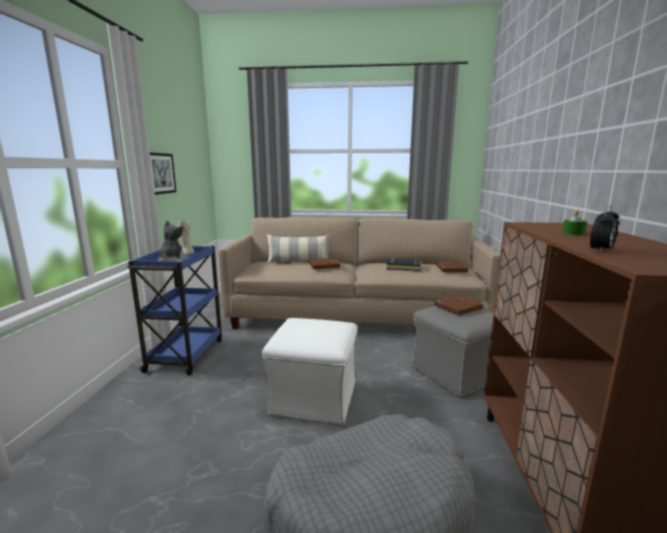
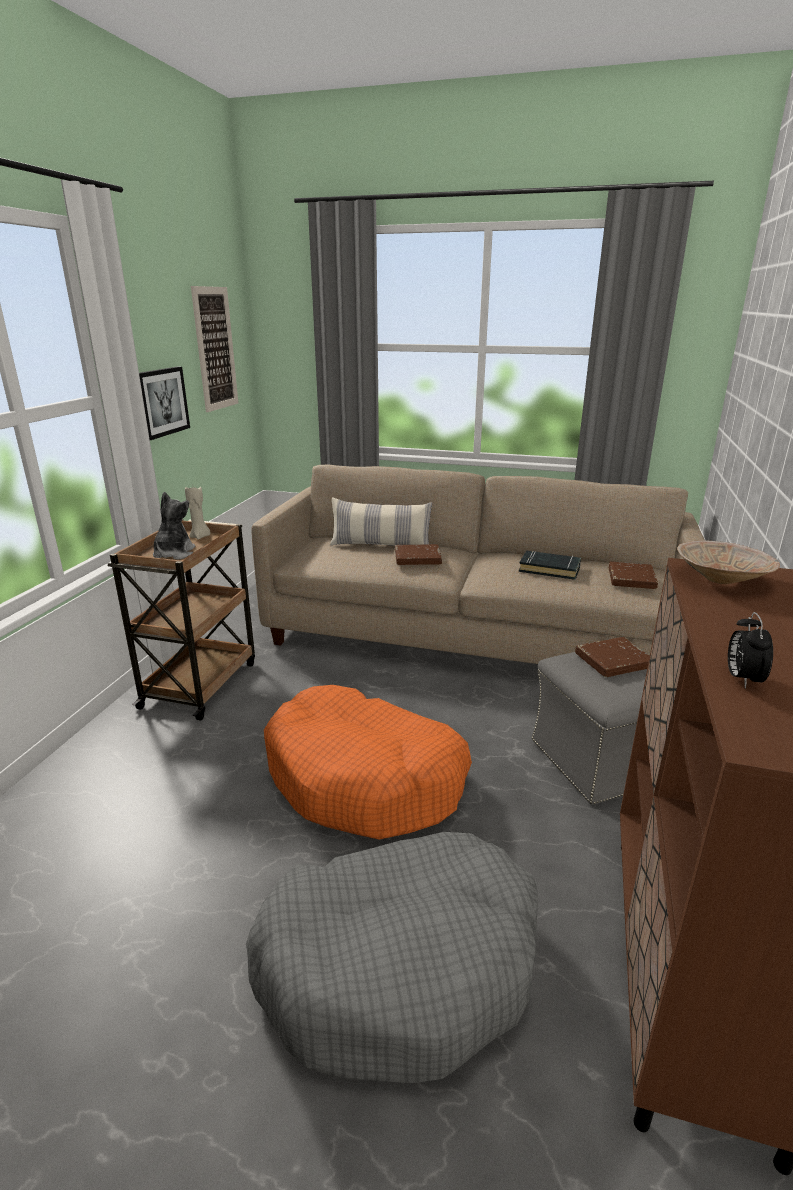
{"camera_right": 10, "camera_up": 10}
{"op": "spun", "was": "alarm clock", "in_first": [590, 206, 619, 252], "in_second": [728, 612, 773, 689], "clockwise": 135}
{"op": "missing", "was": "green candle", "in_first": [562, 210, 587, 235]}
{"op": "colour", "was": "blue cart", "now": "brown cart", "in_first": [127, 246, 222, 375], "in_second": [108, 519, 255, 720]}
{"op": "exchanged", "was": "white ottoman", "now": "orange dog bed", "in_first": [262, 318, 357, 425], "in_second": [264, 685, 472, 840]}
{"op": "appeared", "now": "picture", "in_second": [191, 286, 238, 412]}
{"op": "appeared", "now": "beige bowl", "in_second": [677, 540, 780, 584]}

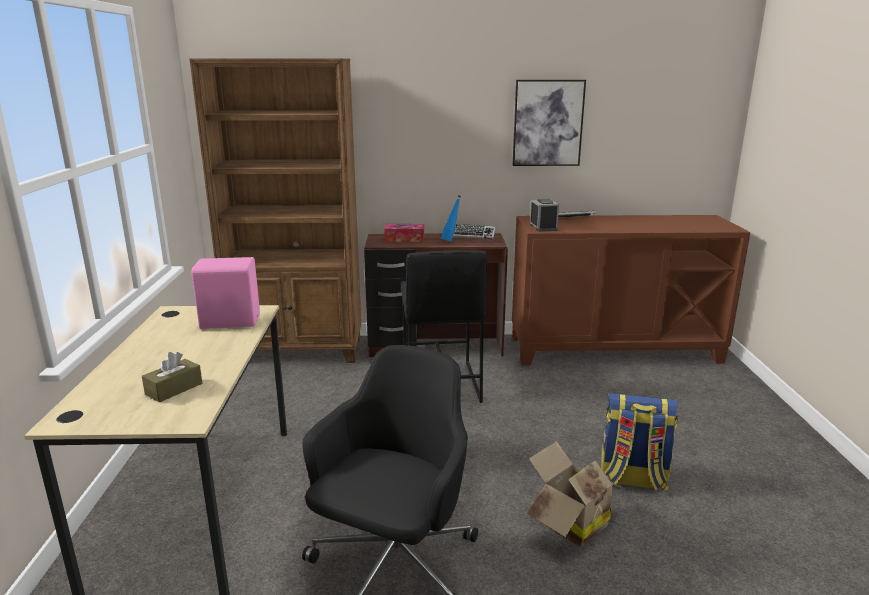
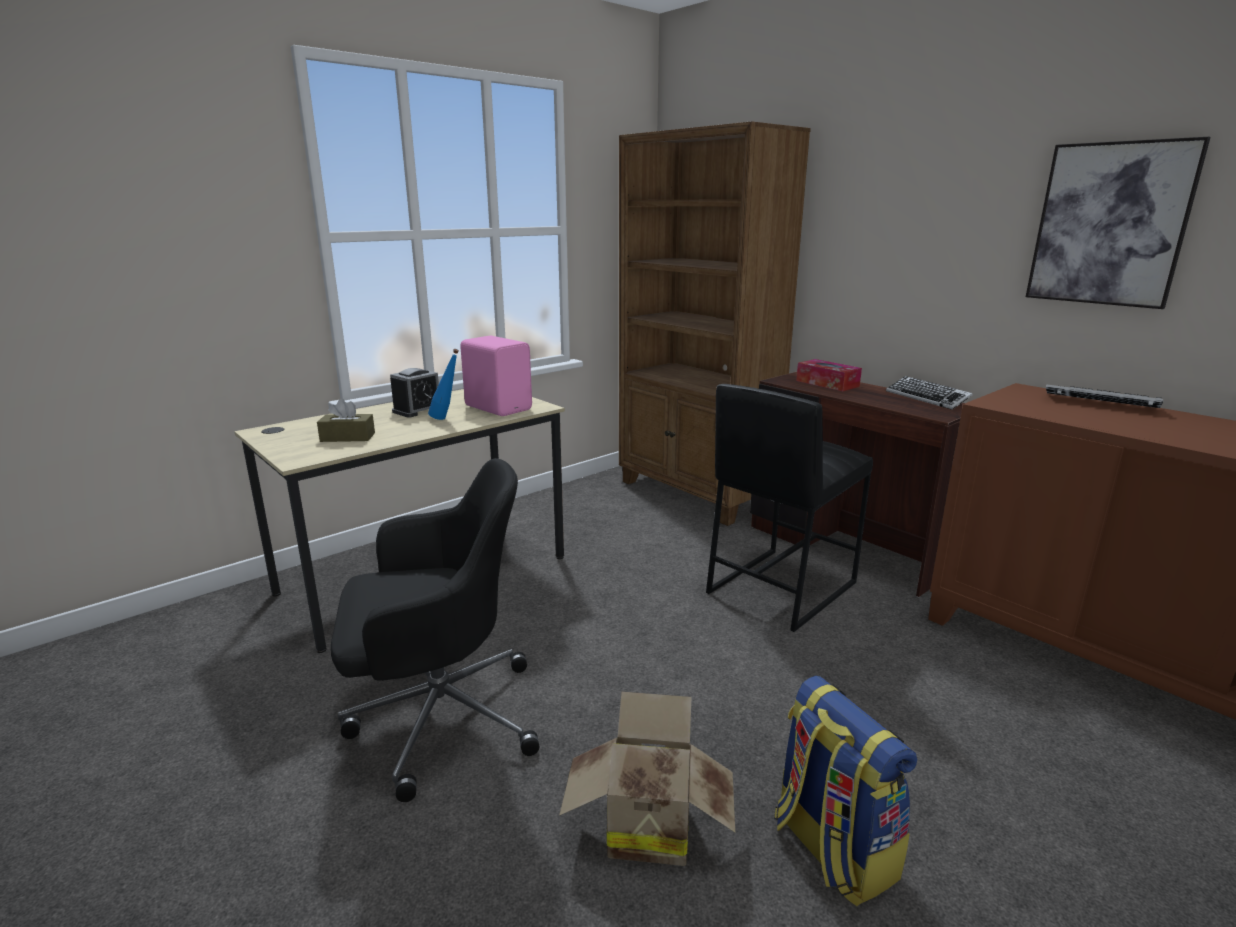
{"camera_right": 50, "camera_up": 0}
{"op": "relocated", "was": "blue bottle", "in_first": [441, 195, 461, 241], "in_second": [428, 349, 459, 420]}
{"op": "relocated", "was": "alarm clock", "in_first": [530, 199, 559, 232], "in_second": [390, 368, 439, 418]}

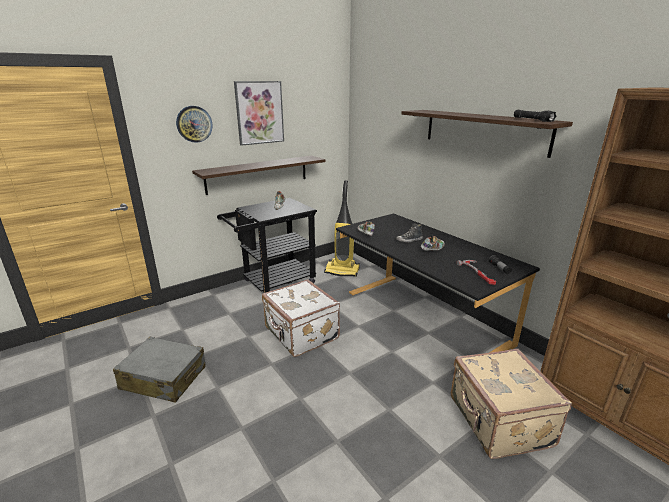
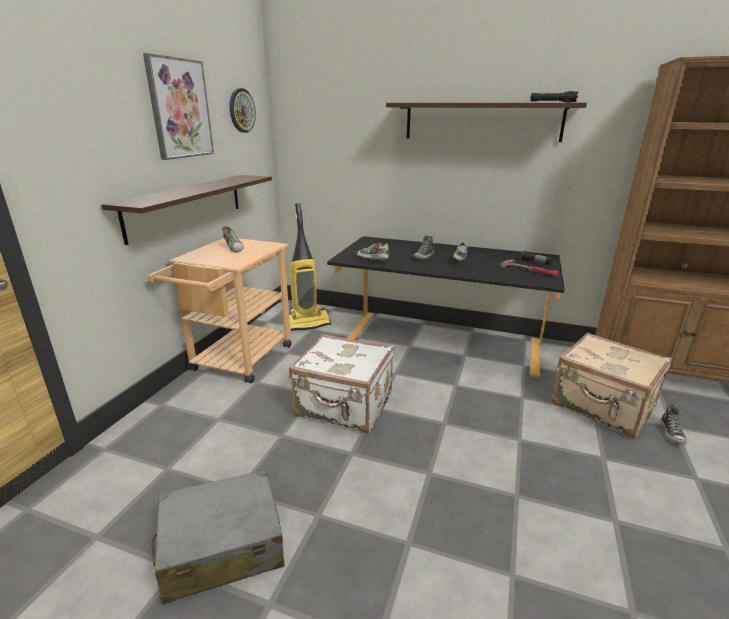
{"camera_right": -35, "camera_up": 0}
{"op": "relocated", "was": "wall clock", "in_first": [176, 106, 213, 143], "in_second": [229, 88, 256, 133]}
{"op": "colour", "was": "black cart", "now": "beige cart", "in_first": [217, 198, 317, 293], "in_second": [148, 238, 292, 384]}
{"op": "appeared", "now": "shoe", "in_second": [661, 403, 687, 444]}

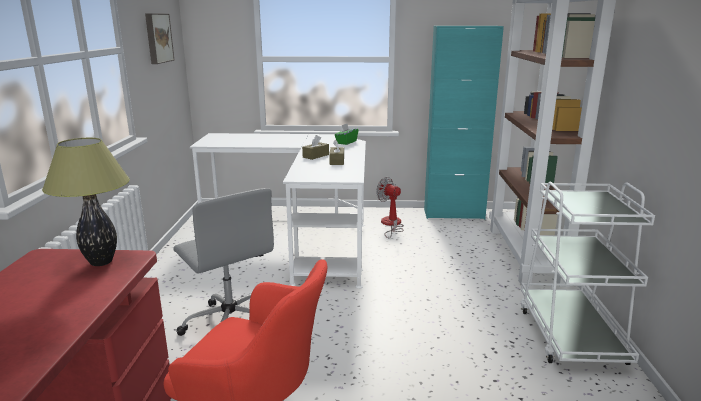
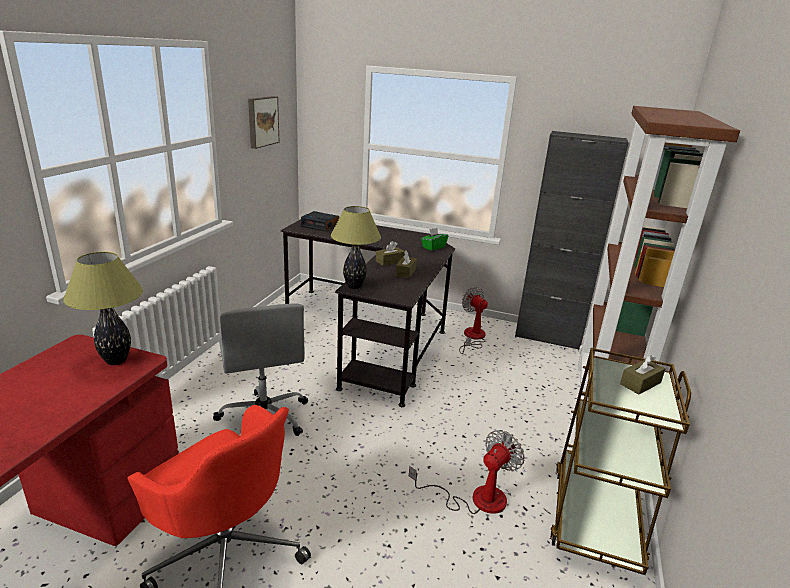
{"camera_right": 15, "camera_up": 5}
{"op": "colour", "was": "turquoise cabinet", "now": "black cabinet", "in_first": [424, 26, 504, 219], "in_second": [515, 131, 628, 350]}
{"op": "colour", "was": "white desk", "now": "black desk", "in_first": [190, 133, 366, 289], "in_second": [281, 219, 455, 407]}
{"op": "colour", "was": "white cart", "now": "brown cart", "in_first": [521, 182, 655, 365], "in_second": [550, 348, 691, 575]}
{"op": "appeared", "now": "table lamp", "in_second": [331, 206, 381, 289]}
{"op": "appeared", "now": "alarm clock", "in_second": [300, 211, 339, 231]}
{"op": "appeared", "now": "brown tissue box", "in_second": [620, 355, 665, 395]}
{"op": "appeared", "now": "fan", "in_second": [409, 430, 525, 514]}

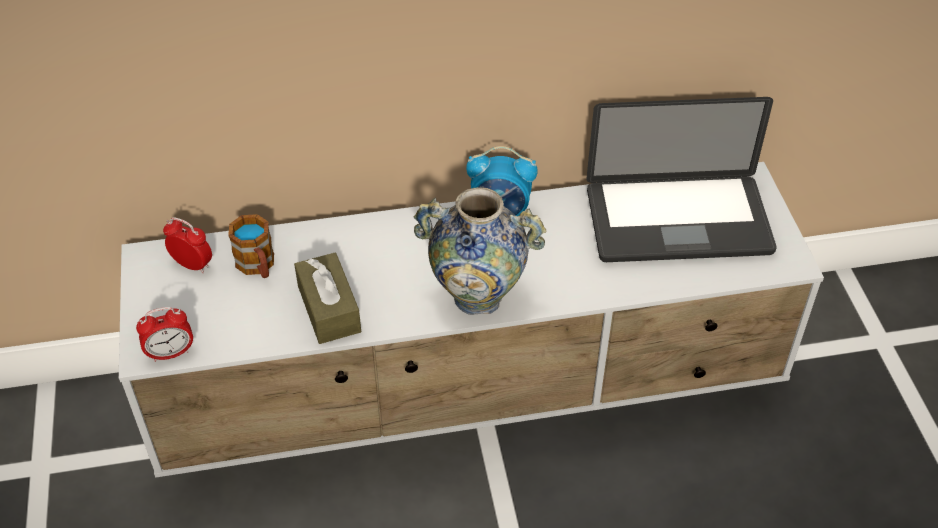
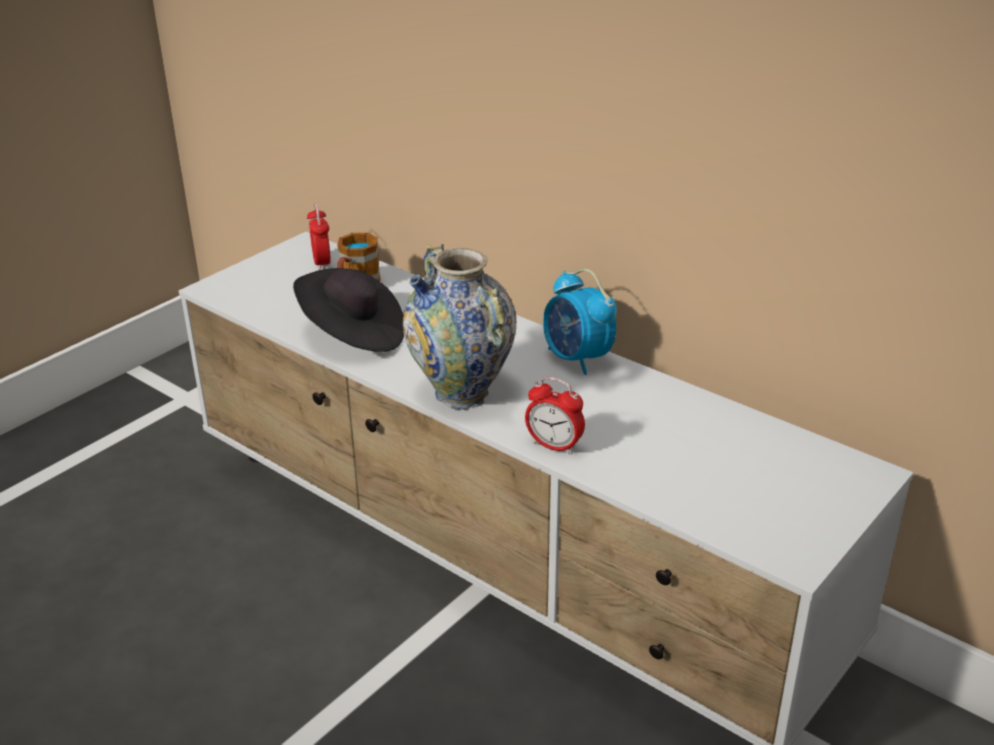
{"camera_right": 50, "camera_up": -15}
{"op": "missing", "was": "laptop", "in_first": [586, 97, 777, 262]}
{"op": "exchanged", "was": "brown tissue box", "now": "black hat", "in_first": [294, 253, 361, 344], "in_second": [293, 268, 404, 352]}
{"op": "relocated", "was": "alarm clock", "in_first": [136, 307, 193, 362], "in_second": [525, 377, 585, 455]}

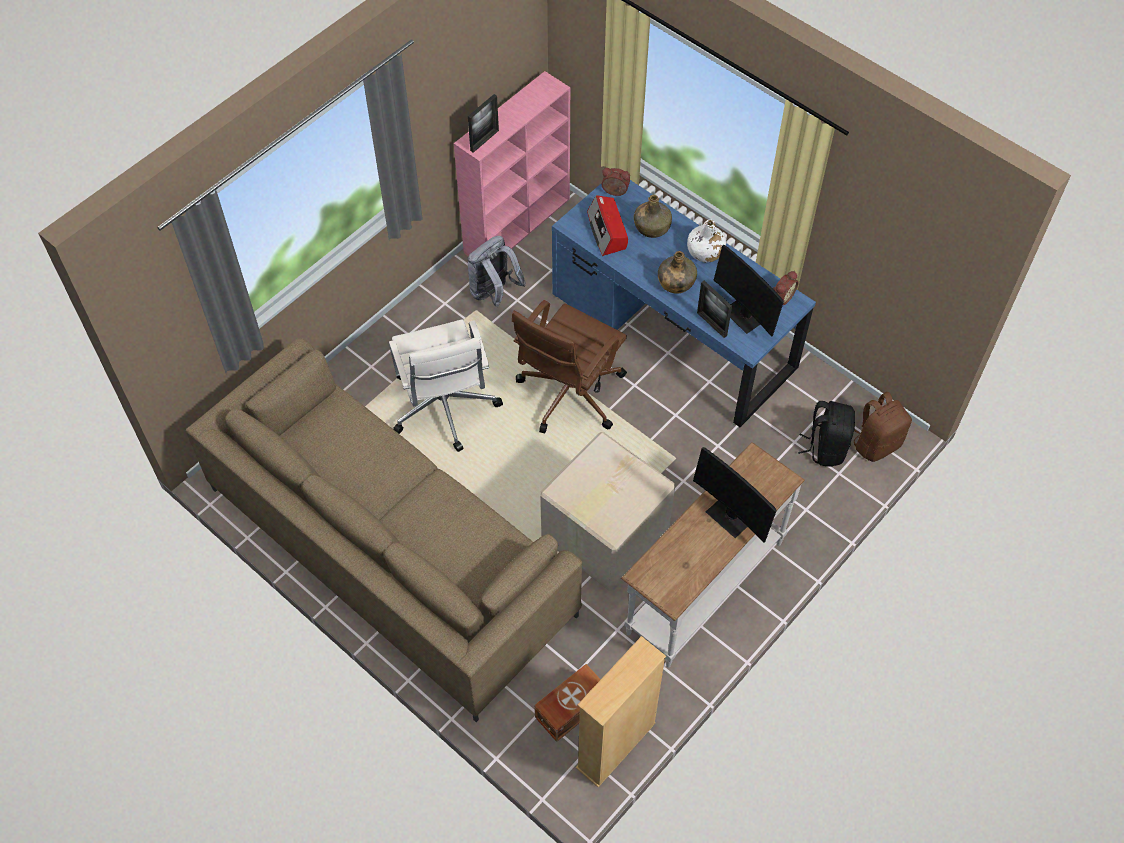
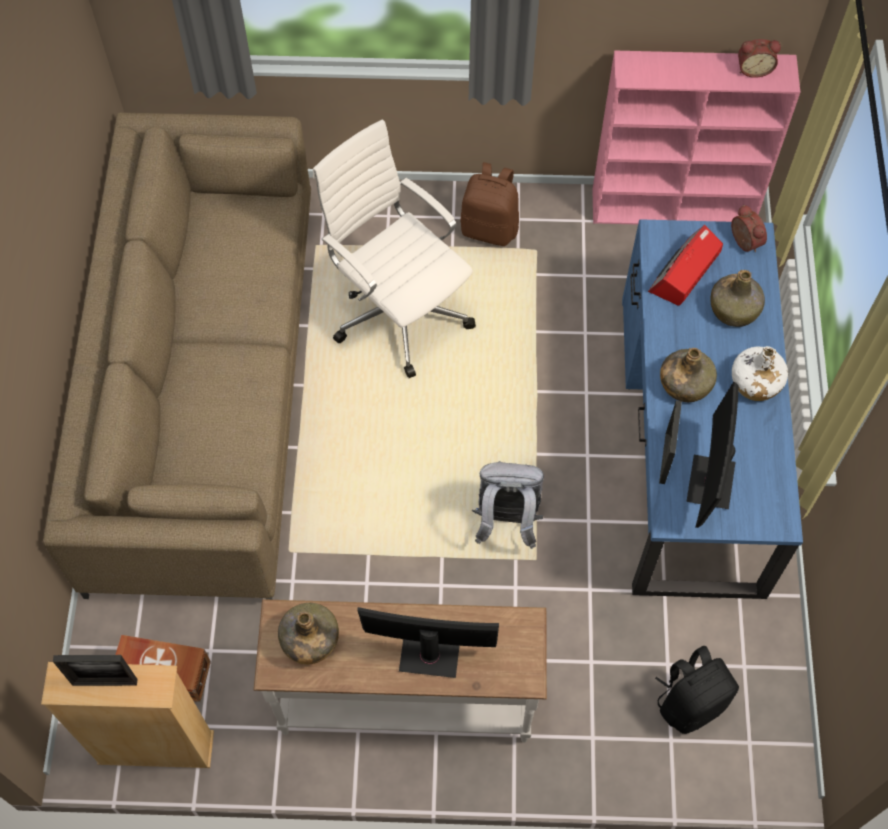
{"camera_right": 50, "camera_up": 5}
{"op": "relocated", "was": "picture frame", "in_first": [468, 94, 499, 153], "in_second": [53, 655, 138, 686]}
{"op": "relocated", "was": "grey backpack", "in_first": [468, 236, 526, 307], "in_second": [472, 461, 544, 549]}
{"op": "relocated", "was": "alarm clock", "in_first": [773, 271, 799, 305], "in_second": [738, 39, 781, 78]}
{"op": "missing", "was": "brown office chair", "in_first": [512, 300, 627, 433]}
{"op": "spun", "was": "white office chair", "in_first": [389, 319, 503, 452], "in_second": [313, 120, 476, 378], "clockwise": 105}
{"op": "relocated", "was": "brown backpack", "in_first": [854, 392, 912, 462], "in_second": [461, 162, 519, 246]}
{"op": "missing", "was": "cardboard box", "in_first": [540, 432, 675, 591]}
{"op": "spun", "was": "monitor", "in_first": [693, 447, 777, 543], "in_second": [357, 607, 499, 678], "clockwise": 90}
{"op": "appeared", "now": "green bottle", "in_second": [278, 603, 339, 664]}

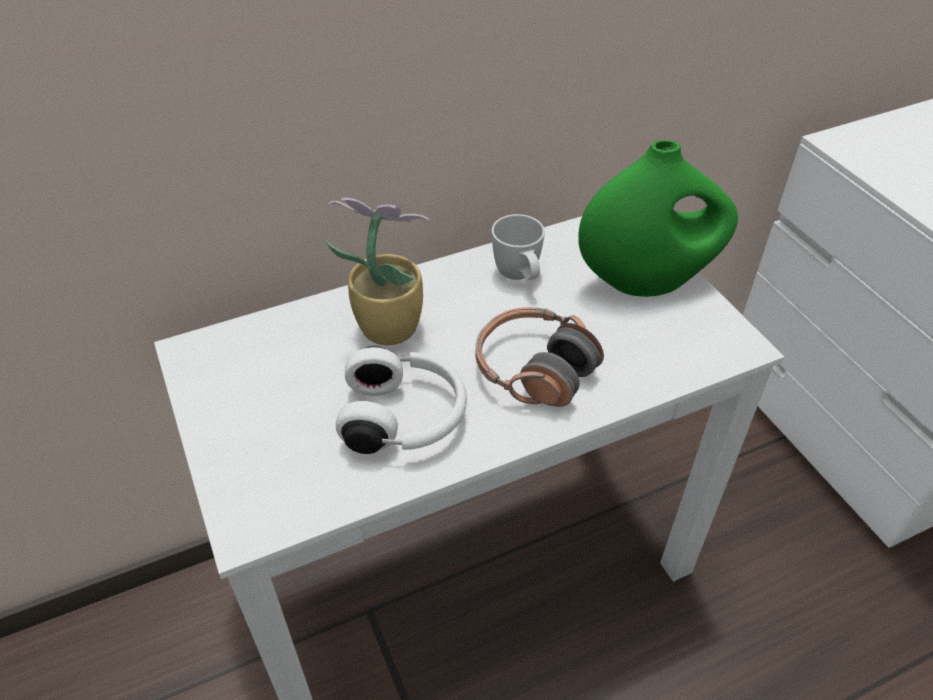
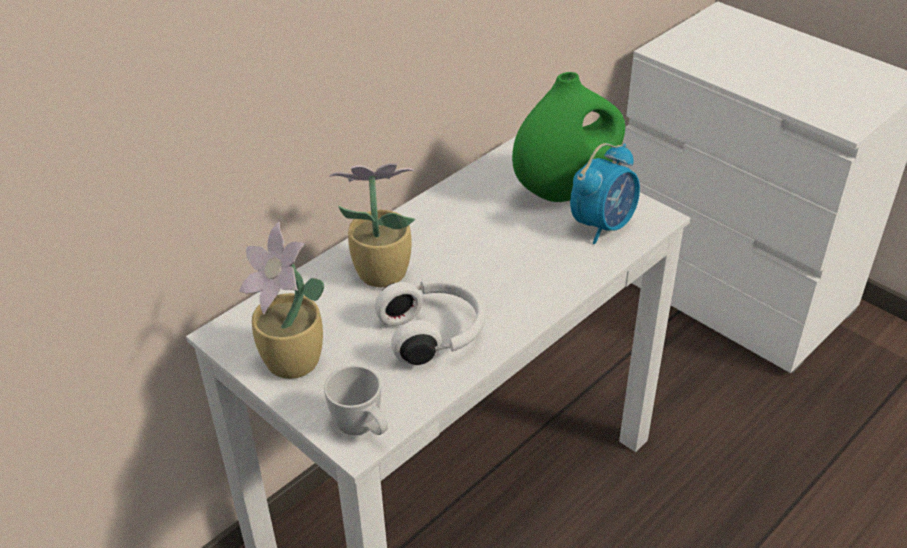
{"camera_right": -20, "camera_up": -5}
{"op": "relocated", "was": "white mug", "in_first": [492, 214, 545, 280], "in_second": [324, 365, 388, 435]}
{"op": "missing", "was": "headphones", "in_first": [475, 307, 604, 407]}
{"op": "appeared", "now": "alarm clock", "in_second": [570, 143, 640, 244]}
{"op": "appeared", "now": "potted plant", "in_second": [239, 222, 324, 379]}

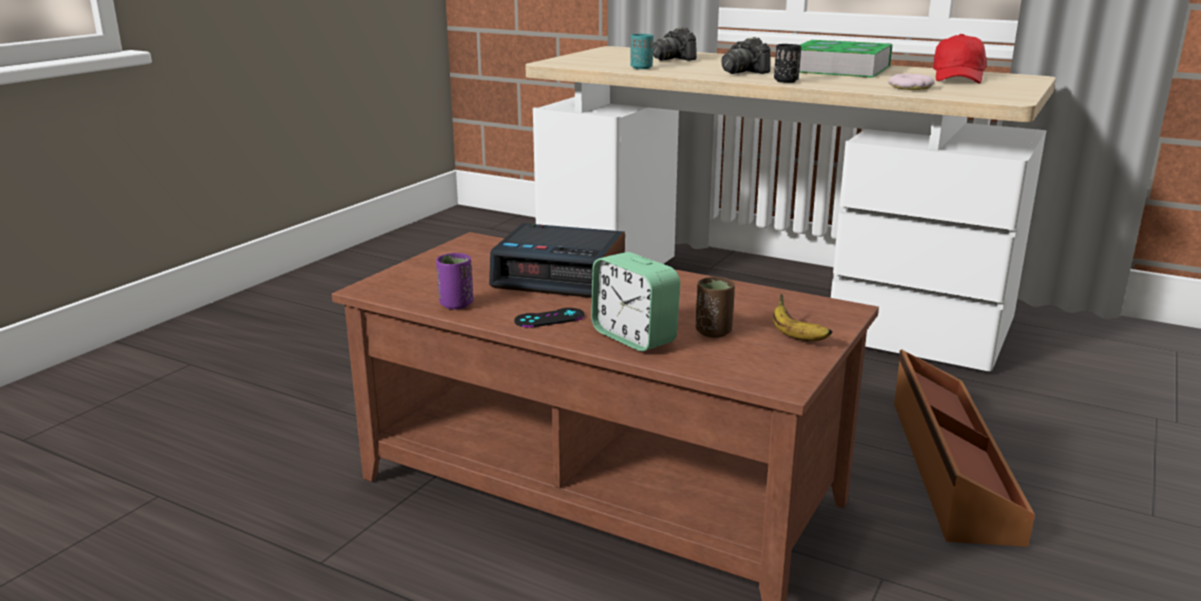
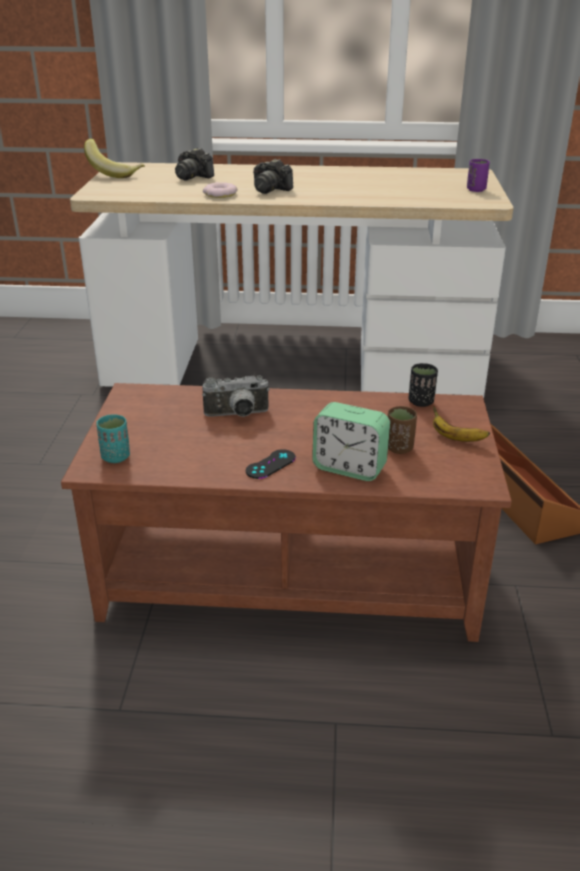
{"camera_right": -25, "camera_up": 10}
{"op": "relocated", "was": "turquoise cup", "in_first": [630, 34, 654, 69], "in_second": [96, 414, 130, 463]}
{"op": "missing", "was": "red cap", "in_first": [933, 34, 987, 83]}
{"op": "missing", "was": "book", "in_first": [799, 40, 892, 78]}
{"op": "relocated", "was": "black cup", "in_first": [774, 44, 801, 83], "in_second": [408, 363, 438, 407]}
{"op": "relocated", "was": "donut", "in_first": [888, 73, 935, 90], "in_second": [203, 182, 237, 198]}
{"op": "exchanged", "was": "alarm clock", "now": "photo camera", "in_first": [489, 223, 625, 298], "in_second": [202, 375, 270, 417]}
{"op": "relocated", "was": "purple cup", "in_first": [436, 253, 474, 310], "in_second": [467, 159, 490, 192]}
{"op": "appeared", "now": "banana", "in_second": [84, 139, 145, 178]}

